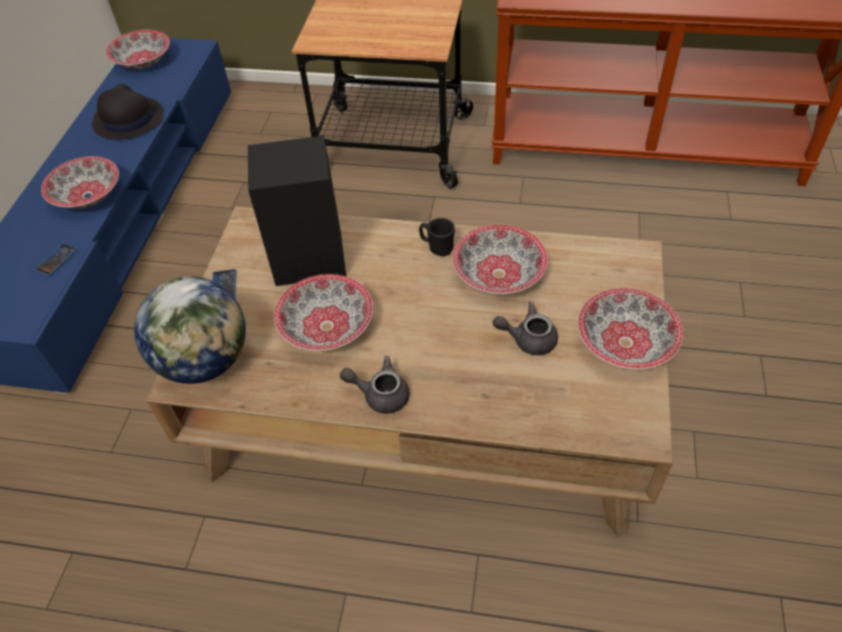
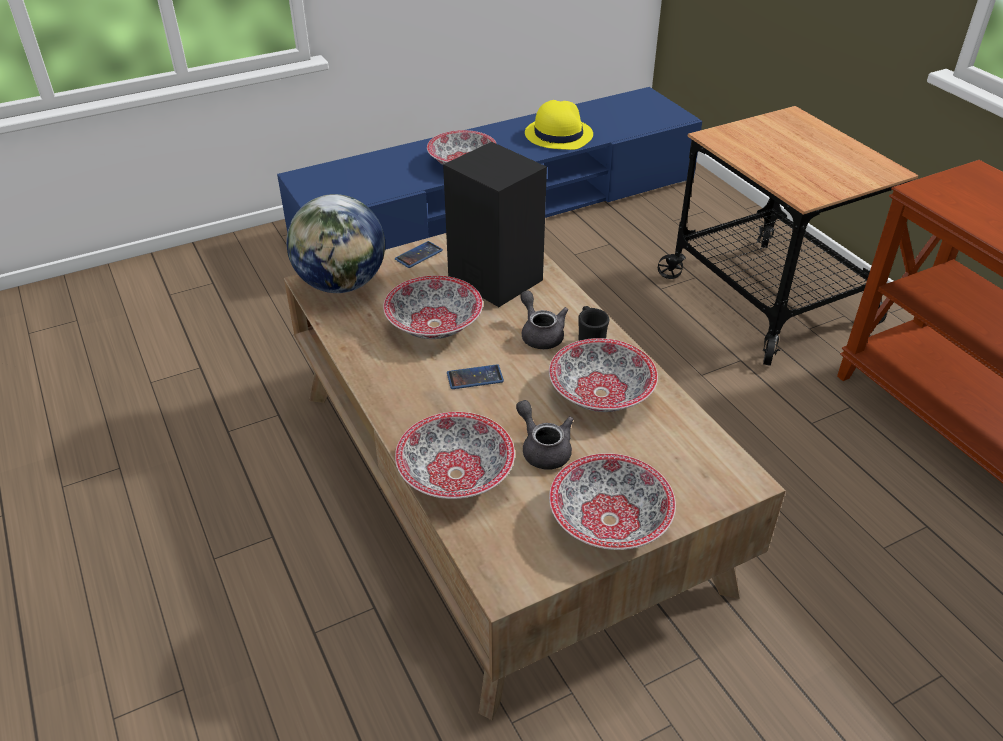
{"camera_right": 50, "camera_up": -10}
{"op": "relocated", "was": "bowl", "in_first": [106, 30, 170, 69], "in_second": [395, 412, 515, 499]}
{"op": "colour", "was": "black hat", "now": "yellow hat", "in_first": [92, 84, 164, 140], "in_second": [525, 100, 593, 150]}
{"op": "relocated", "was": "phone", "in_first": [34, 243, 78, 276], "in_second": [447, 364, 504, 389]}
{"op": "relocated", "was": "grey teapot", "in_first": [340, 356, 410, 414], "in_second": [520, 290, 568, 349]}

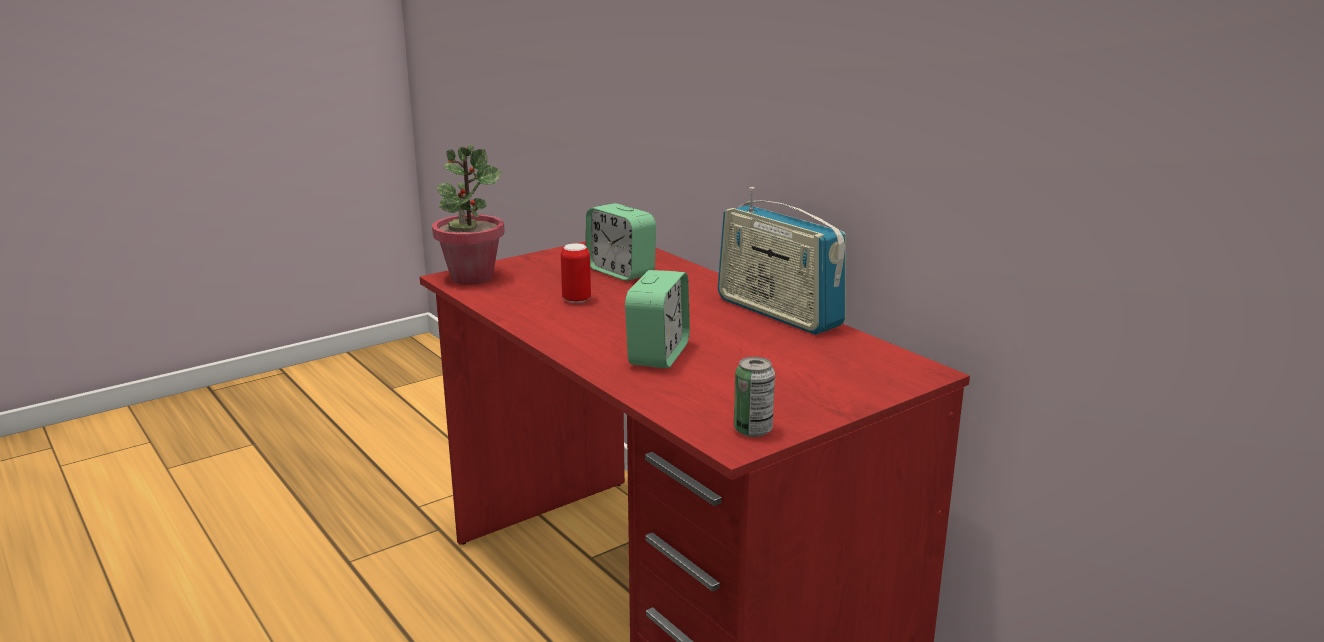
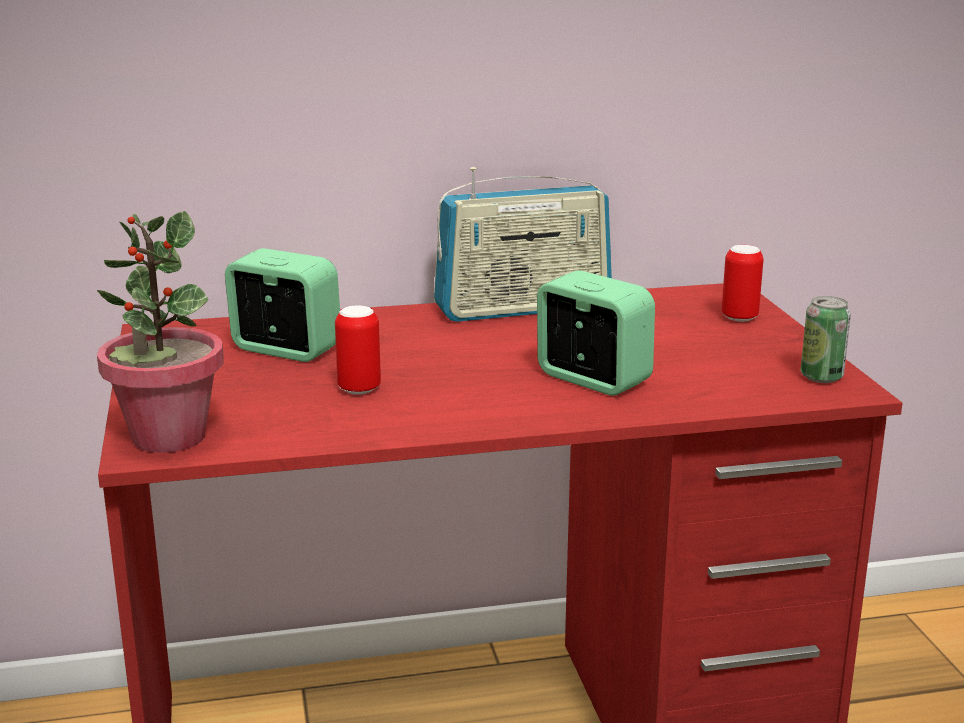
{"camera_right": -65, "camera_up": 0}
{"op": "spun", "was": "alarm clock", "in_first": [586, 203, 656, 281], "in_second": [225, 248, 340, 362], "clockwise": -135}
{"op": "appeared", "now": "can", "in_second": [722, 245, 763, 322]}

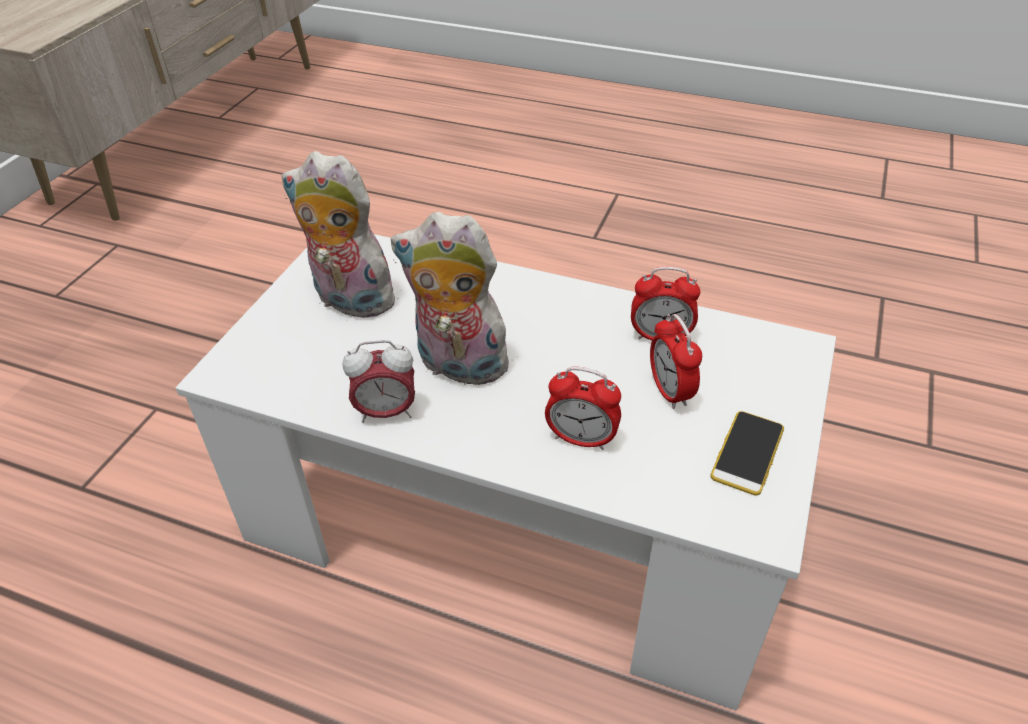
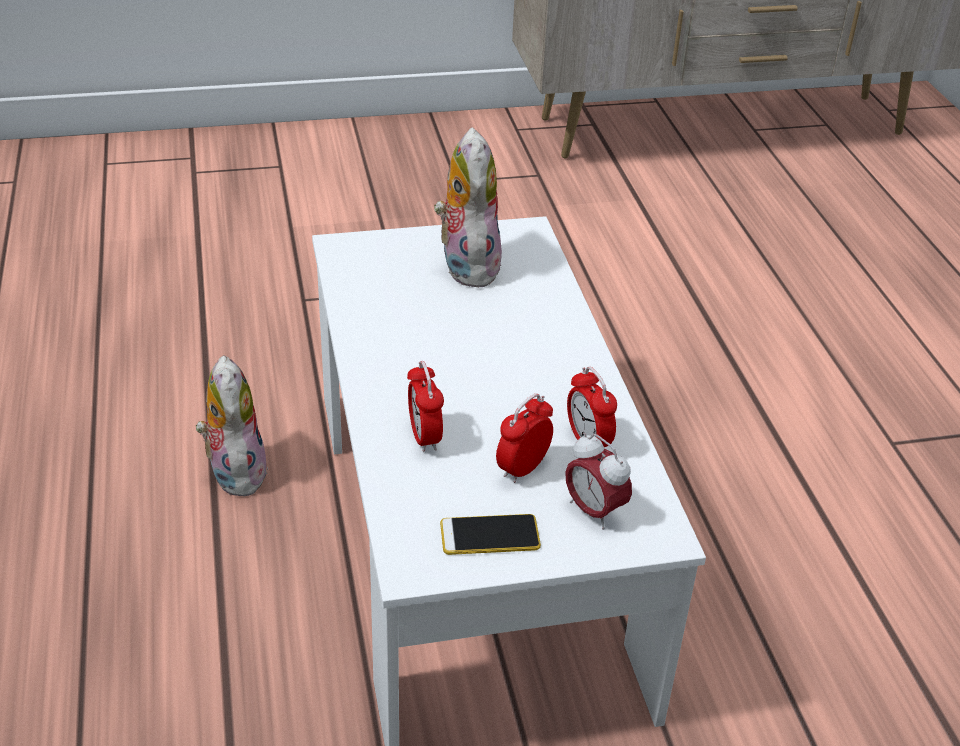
{"camera_right": 55, "camera_up": -5}
{"op": "relocated", "was": "plush toy", "in_first": [391, 212, 513, 390], "in_second": [195, 355, 268, 497]}
{"op": "relocated", "was": "alarm clock", "in_first": [343, 340, 415, 423], "in_second": [565, 433, 632, 530]}

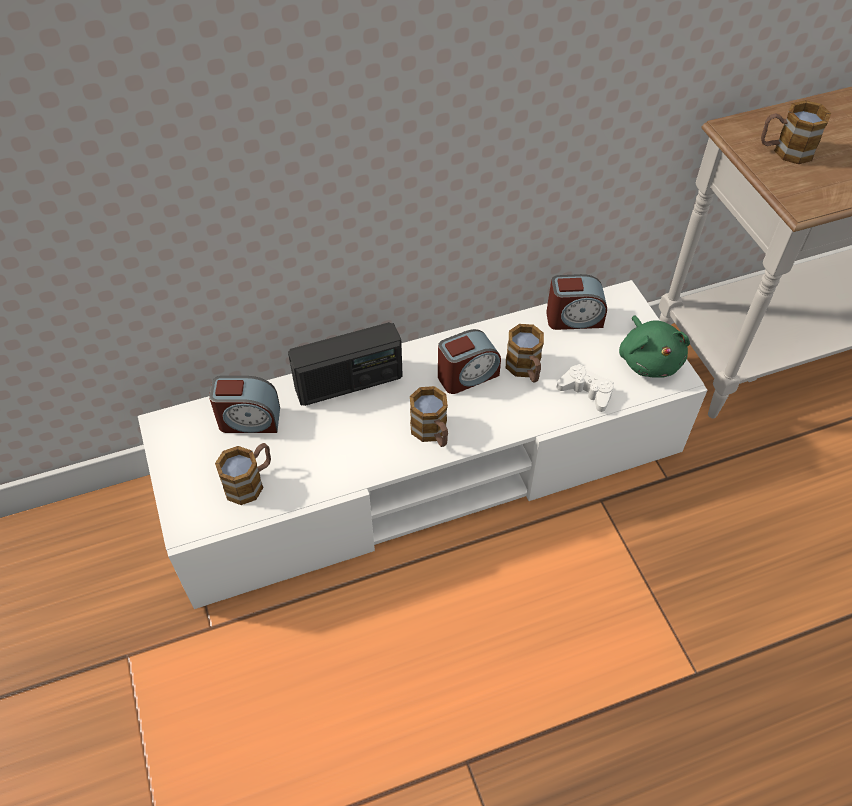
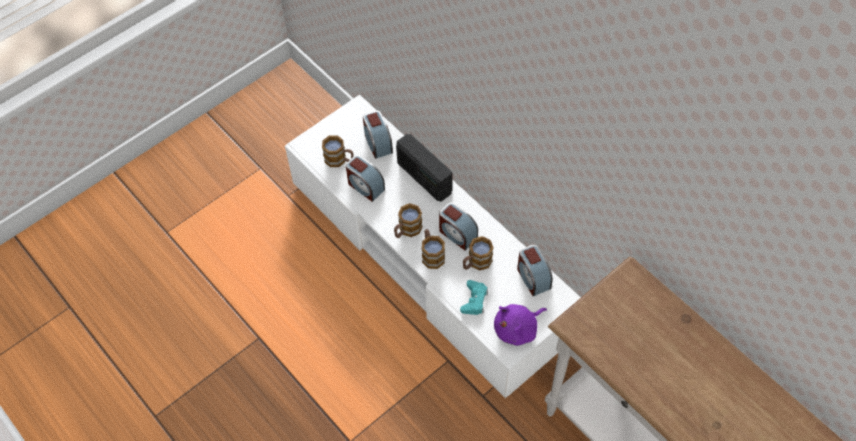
{"camera_right": 70, "camera_up": 5}
{"op": "relocated", "was": "mug", "in_first": [761, 100, 831, 164], "in_second": [422, 229, 445, 269]}
{"op": "colour", "was": "green plush toy", "now": "purple plush toy", "in_first": [619, 316, 690, 378], "in_second": [494, 304, 547, 346]}
{"op": "colour", "was": "white game controller", "now": "turquoise game controller", "in_first": [557, 364, 614, 412], "in_second": [460, 280, 488, 315]}
{"op": "appeared", "now": "alarm clock", "in_second": [346, 155, 385, 202]}

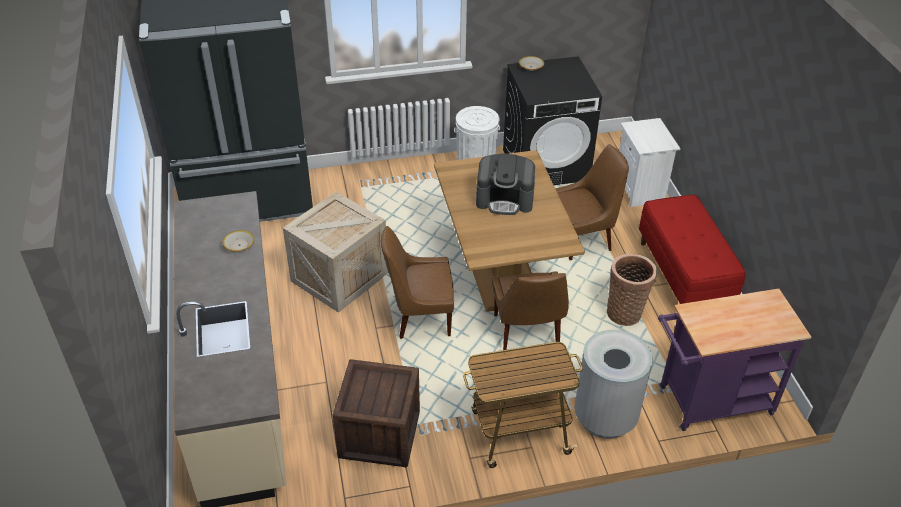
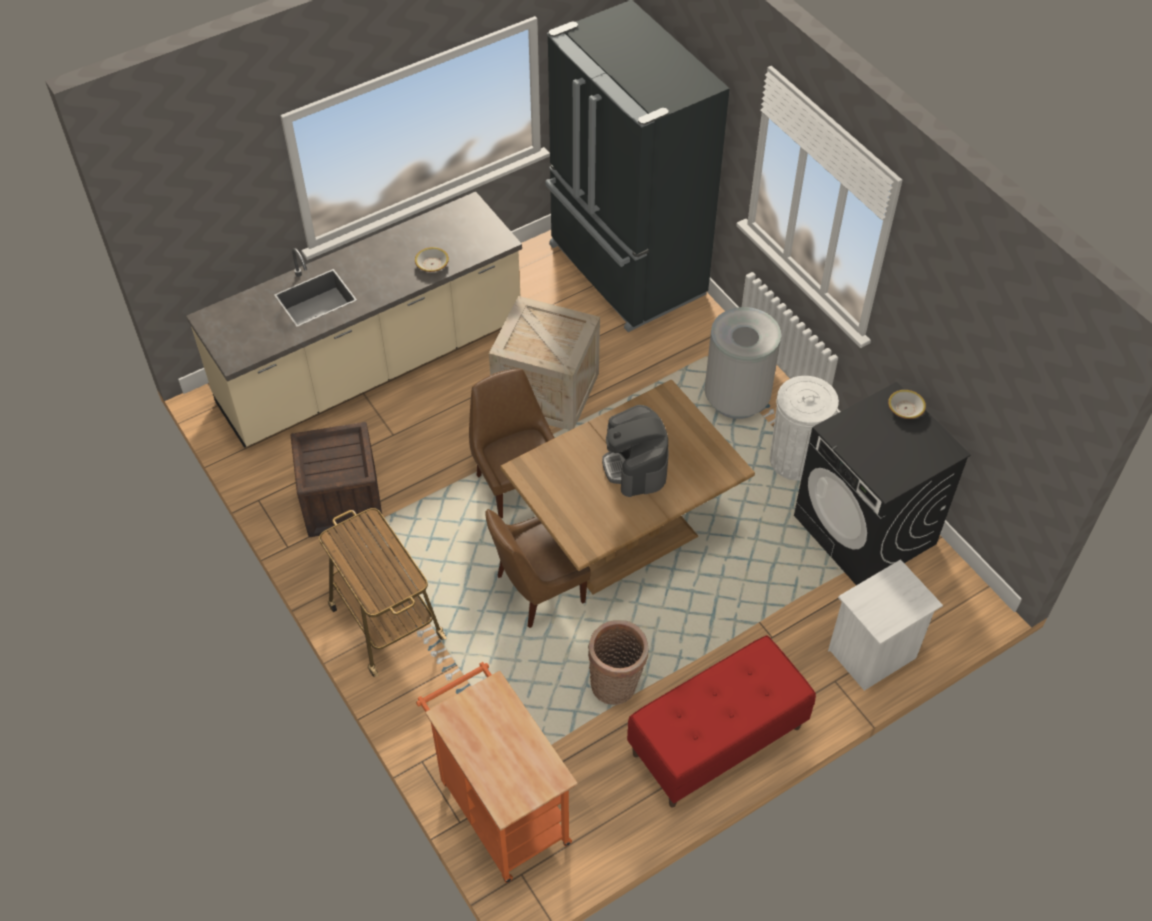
{"camera_right": 70, "camera_up": 10}
{"op": "missing", "was": "brown chair", "in_first": [555, 144, 629, 260]}
{"op": "colour", "was": "purple cart", "now": "orange cart", "in_first": [658, 289, 811, 431], "in_second": [416, 662, 577, 883]}
{"op": "relocated", "was": "grey trash can", "in_first": [575, 330, 653, 439], "in_second": [705, 307, 781, 419]}

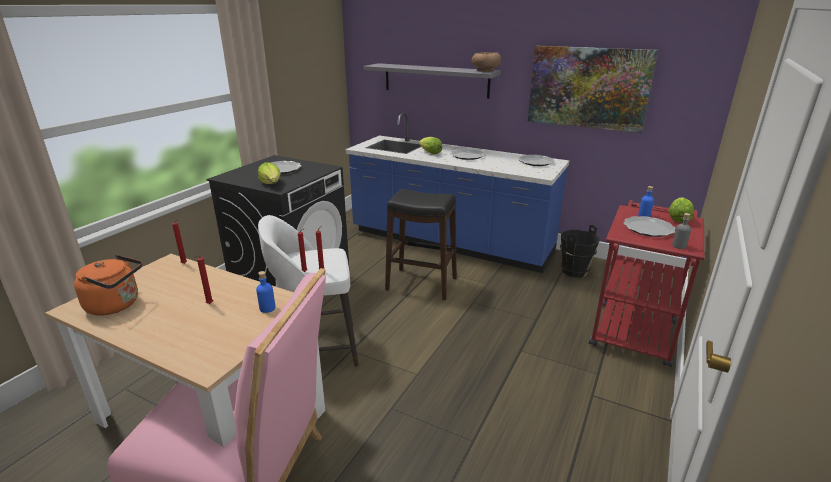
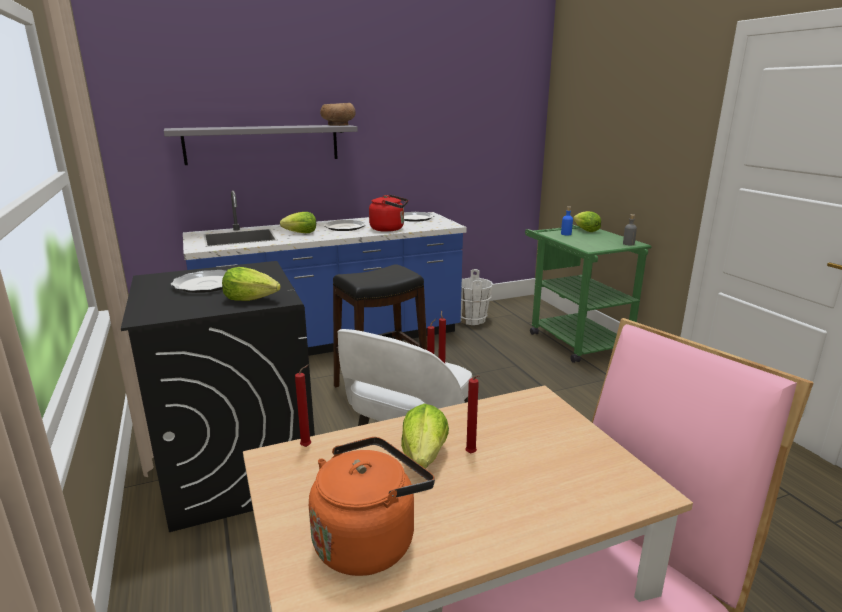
{"camera_right": -50, "camera_up": -5}
{"op": "missing", "was": "picture", "in_first": [528, 46, 658, 133]}
{"op": "colour", "was": "red cart", "now": "green cart", "in_first": [589, 200, 704, 367], "in_second": [525, 225, 652, 363]}
{"op": "missing", "was": "plate", "in_first": [623, 216, 676, 237]}
{"op": "colour", "was": "black bucket", "now": "white bucket", "in_first": [560, 225, 600, 278], "in_second": [461, 269, 493, 325]}
{"op": "missing", "was": "blue bottle", "in_first": [256, 271, 275, 313]}
{"op": "appeared", "now": "red kettle", "in_second": [369, 195, 408, 232]}
{"op": "appeared", "now": "lettuce", "in_second": [401, 404, 449, 469]}

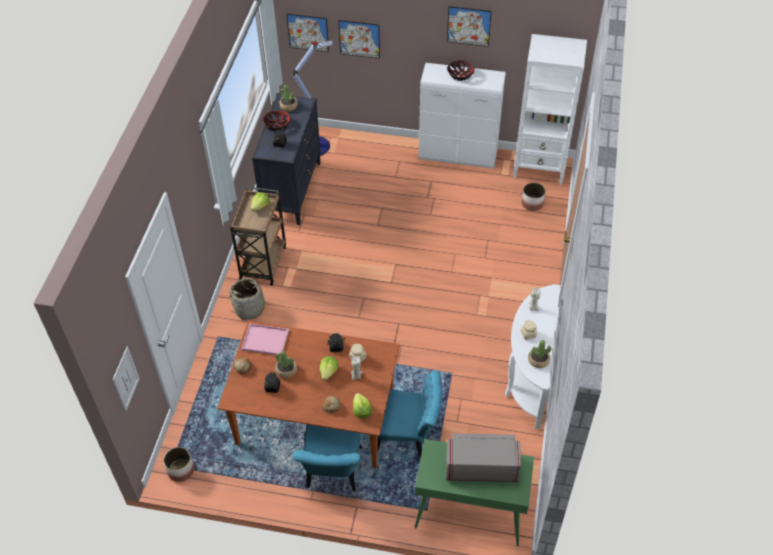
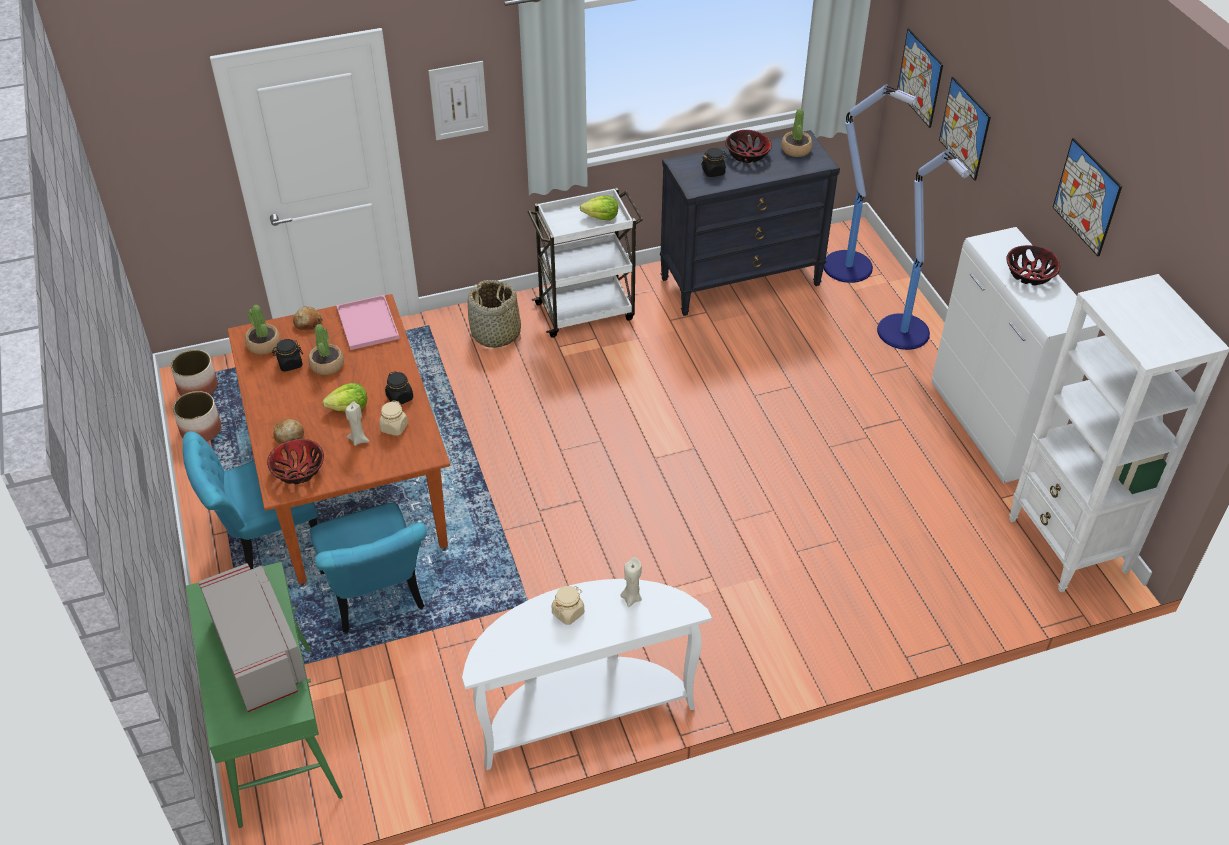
{"camera_right": 60, "camera_up": -5}
{"op": "relocated", "was": "planter", "in_first": [522, 183, 546, 211], "in_second": [173, 391, 221, 441]}
{"op": "colour", "was": "brown cart", "now": "white cart", "in_first": [230, 187, 286, 286], "in_second": [527, 188, 643, 338]}
{"op": "relocated", "was": "potted plant", "in_first": [528, 340, 551, 368], "in_second": [245, 305, 281, 355]}
{"op": "relocated", "was": "picture", "in_first": [113, 347, 140, 411], "in_second": [428, 61, 488, 140]}
{"op": "exchanged", "was": "lettuce", "now": "bowl", "in_first": [353, 393, 372, 418], "in_second": [267, 439, 324, 484]}
{"op": "appeared", "now": "floor lamp", "in_second": [877, 149, 970, 350]}

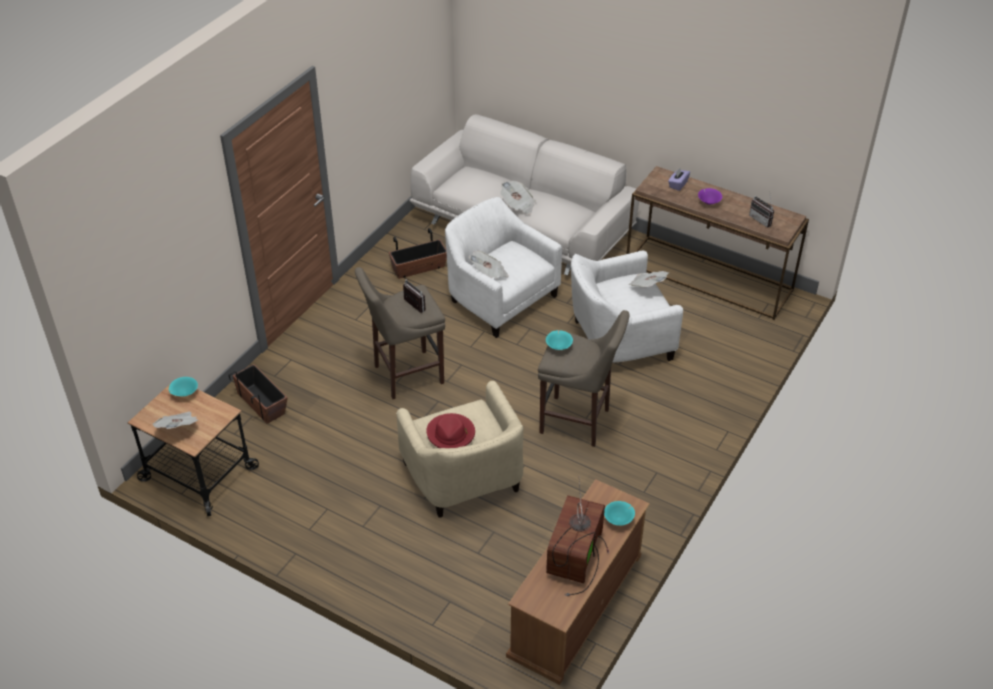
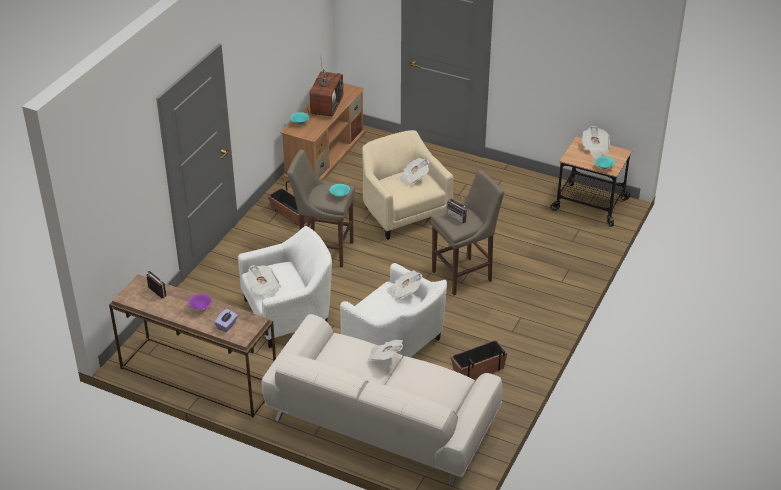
{"camera_right": 175, "camera_up": -5}
{"op": "relocated", "was": "planter", "in_first": [229, 364, 288, 424], "in_second": [268, 181, 310, 227]}
{"op": "exchanged", "was": "red hat", "now": "newspaper", "in_first": [426, 413, 475, 448], "in_second": [398, 158, 429, 185]}

